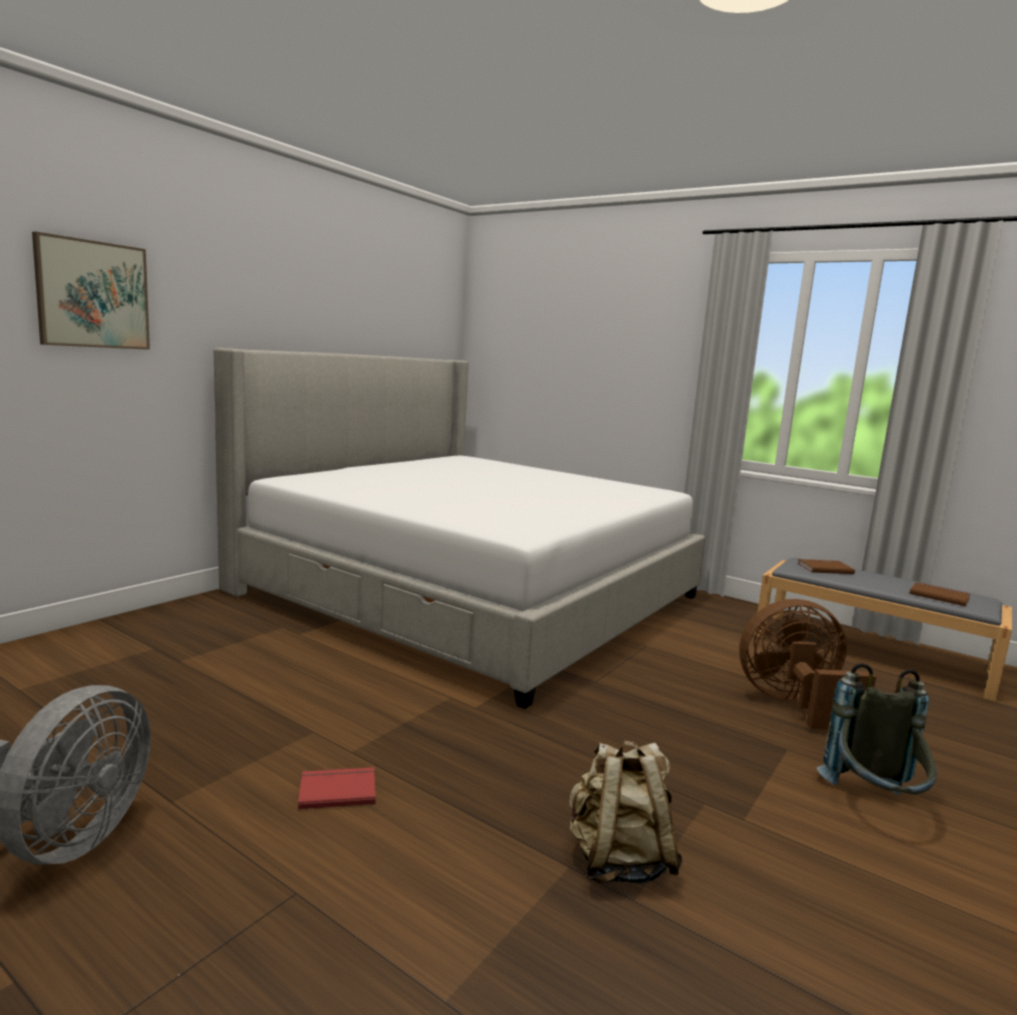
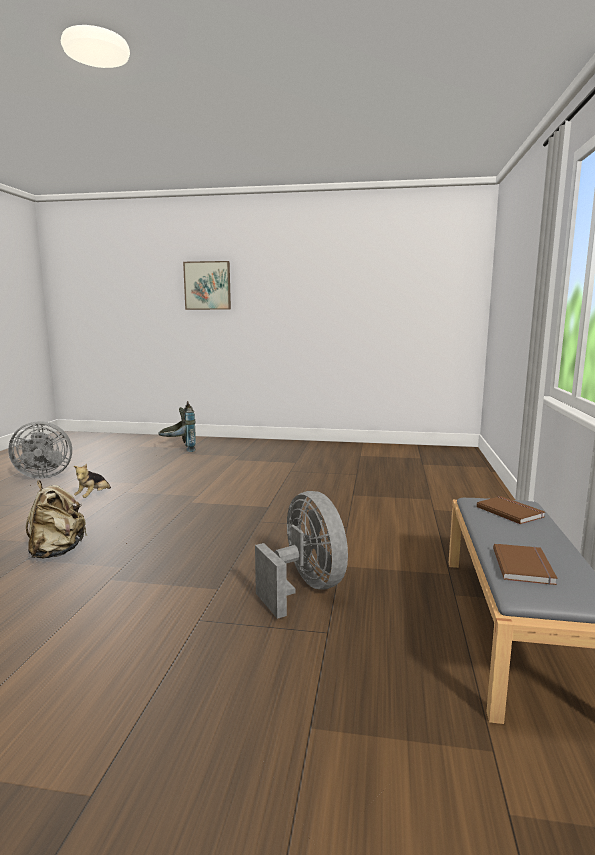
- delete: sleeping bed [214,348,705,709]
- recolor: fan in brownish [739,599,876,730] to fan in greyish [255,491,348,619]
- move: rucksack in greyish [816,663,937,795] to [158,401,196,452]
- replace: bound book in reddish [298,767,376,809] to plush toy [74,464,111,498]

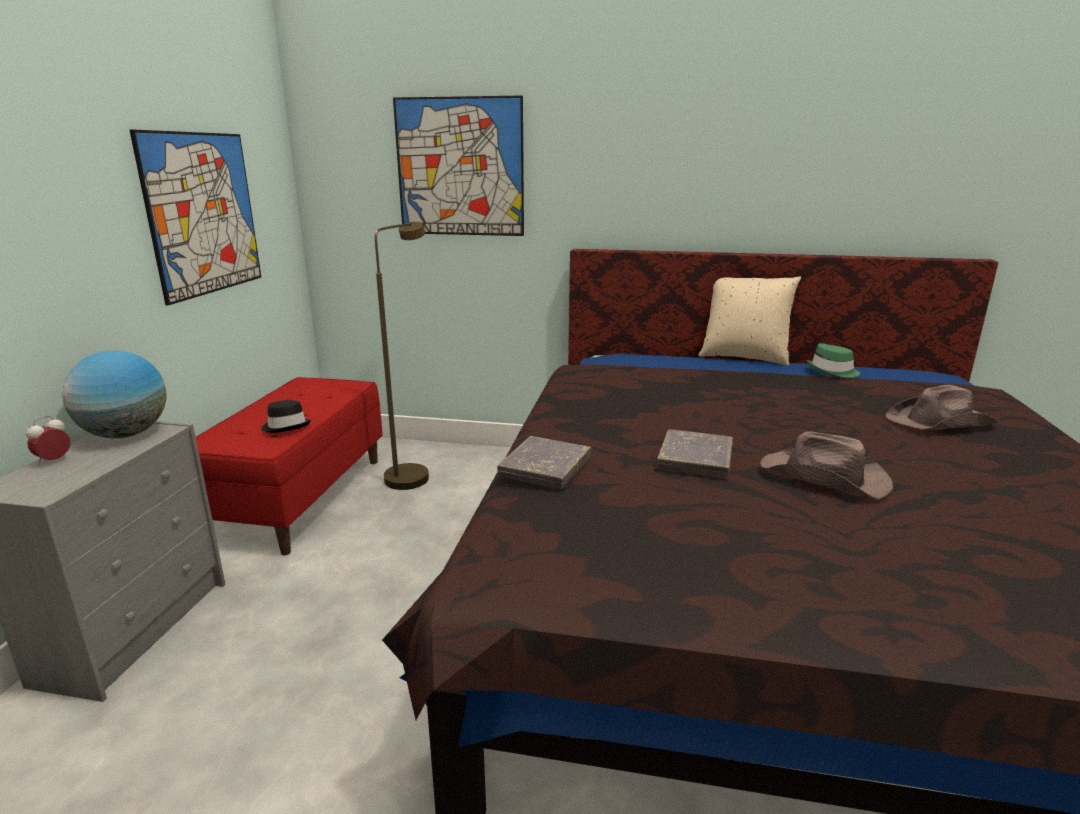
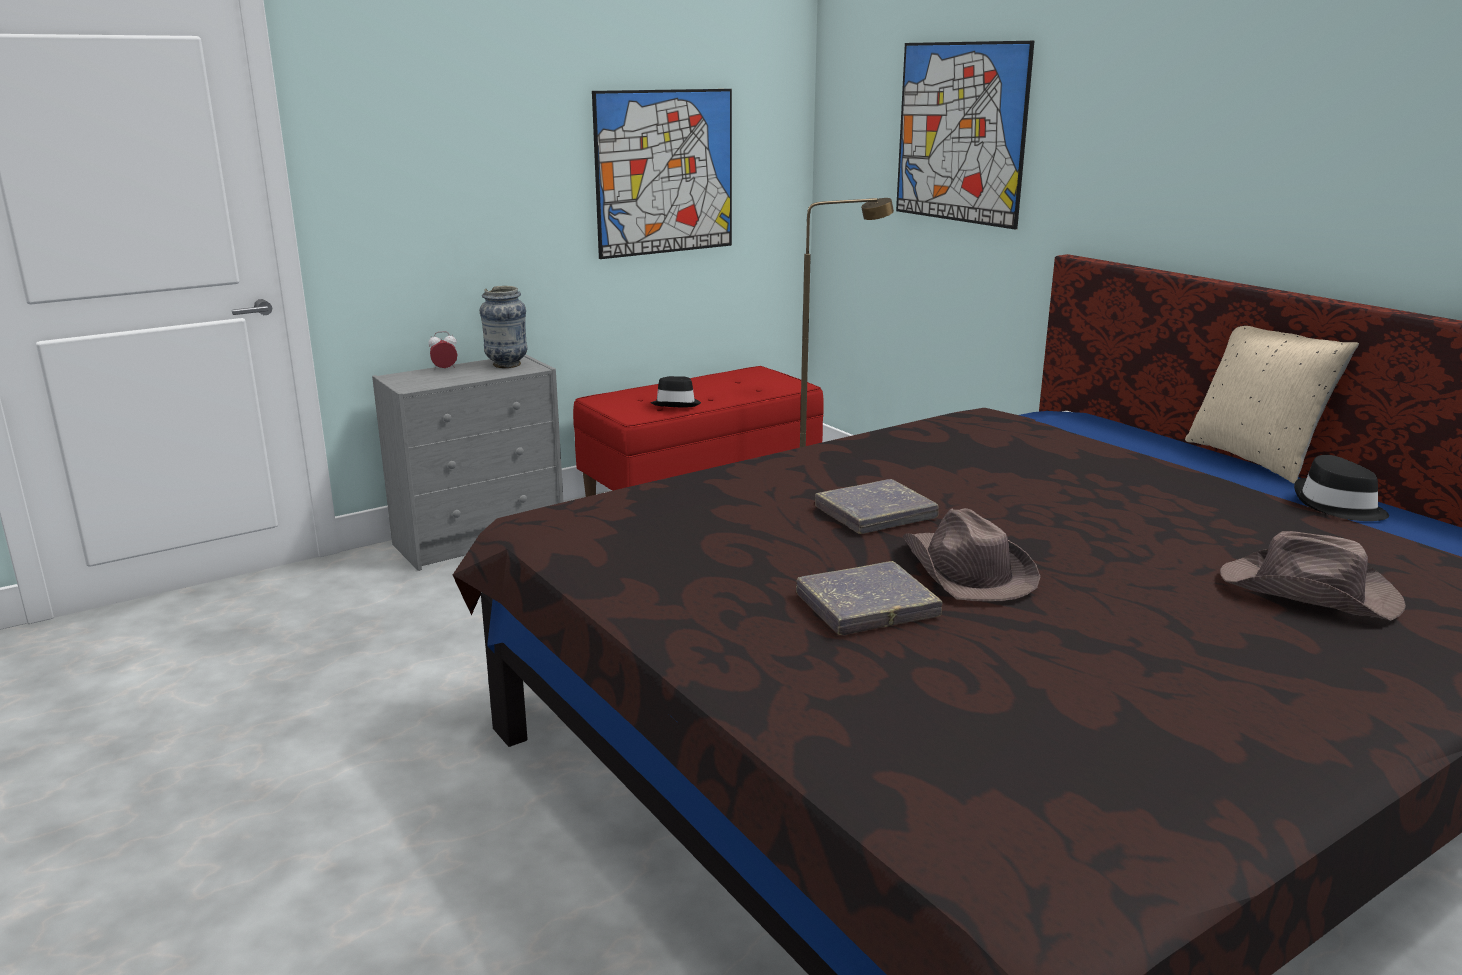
- recolor: wearable hat in greenish [807,343,860,377] to wearable hat in black [1294,455,1389,521]
- replace: world globe [62,351,167,438] to vase [479,286,527,368]
- move: bound book in greyish [497,436,591,489] to [796,561,942,635]

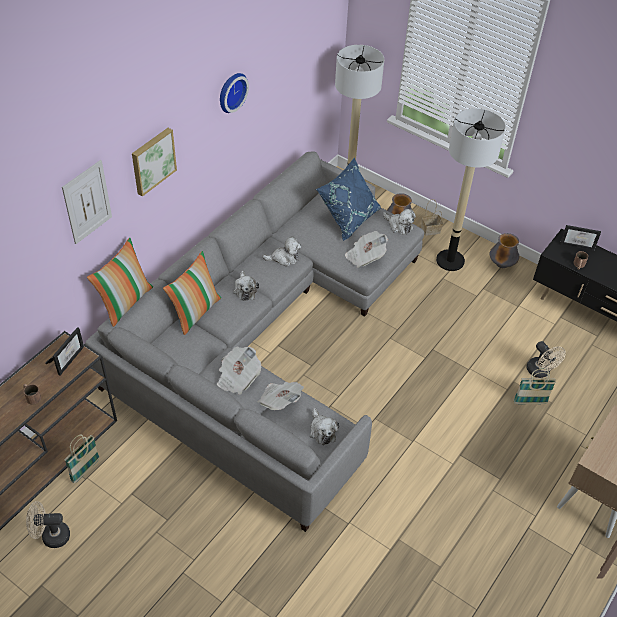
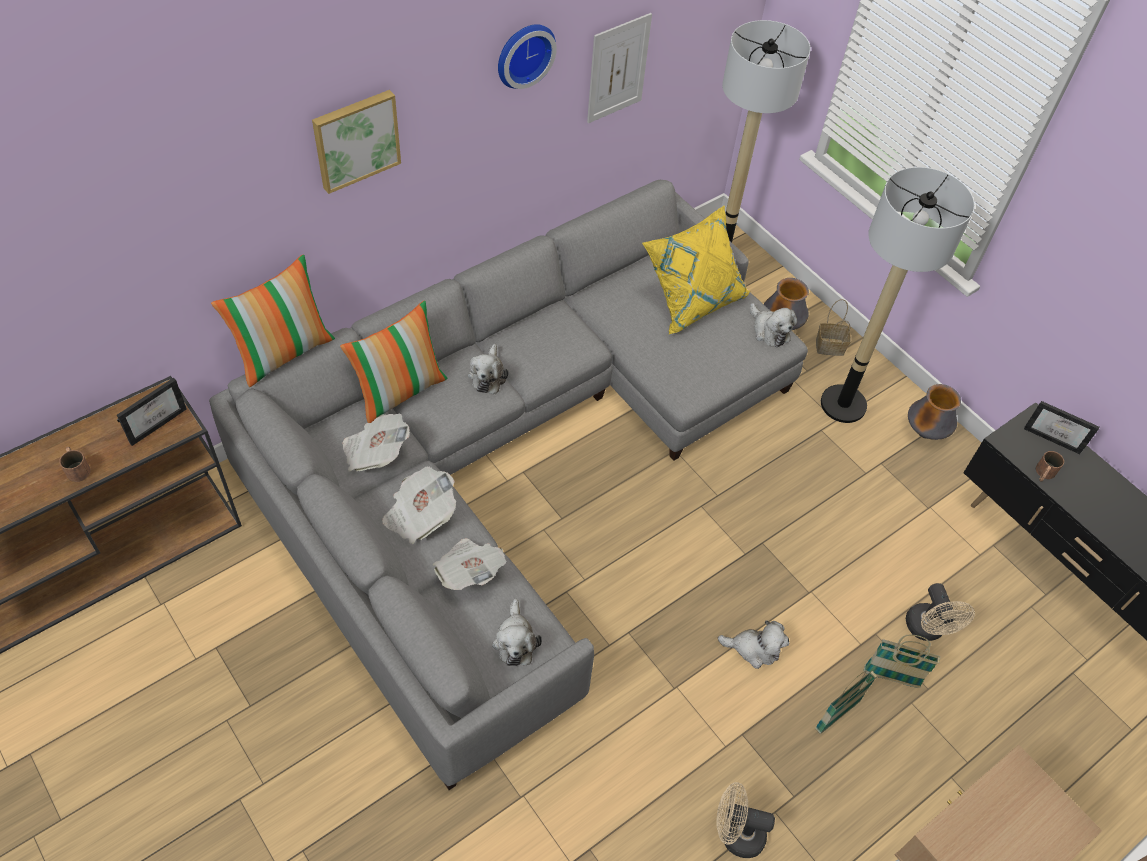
- recolor: pillow in blue [316,158,381,241] to pillow in yellow [642,205,750,334]
- move: wall picture [62,160,112,244] to [587,13,652,123]
- move: newspaper [345,231,388,268] to [342,414,410,471]
- move: plush toy [262,237,301,267] to [718,621,789,669]
- move: basket [65,435,100,483] to [815,671,877,734]
- move: fan in sand-coloured [26,501,70,548] to [717,782,775,858]

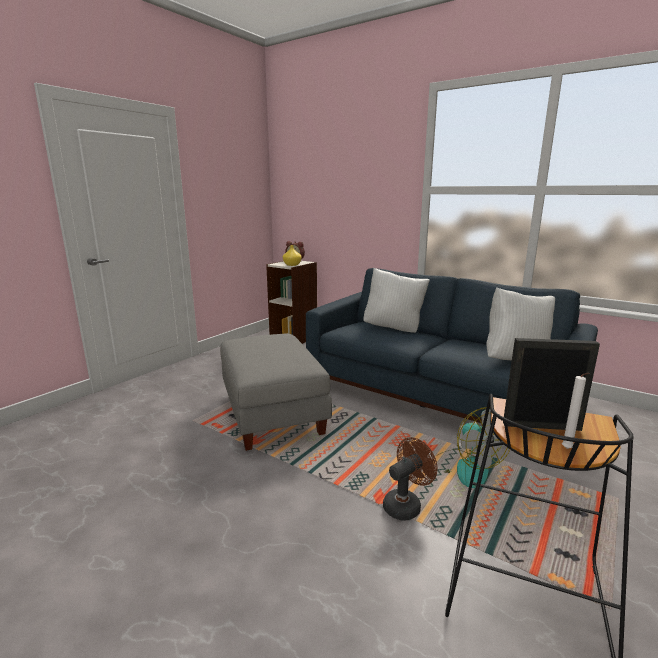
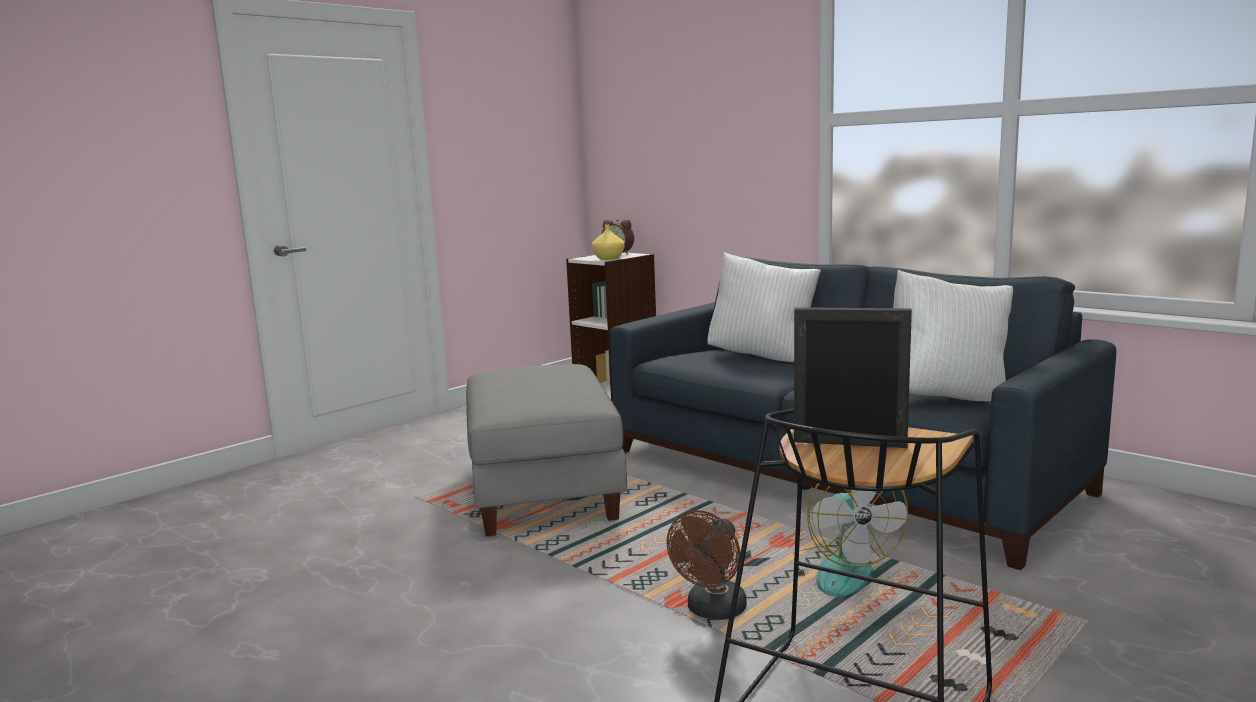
- delete: candle in white [562,373,590,449]
- rotate: fan in brownish [383,437,437,521] = [666,510,747,620] 150 degrees clockwise

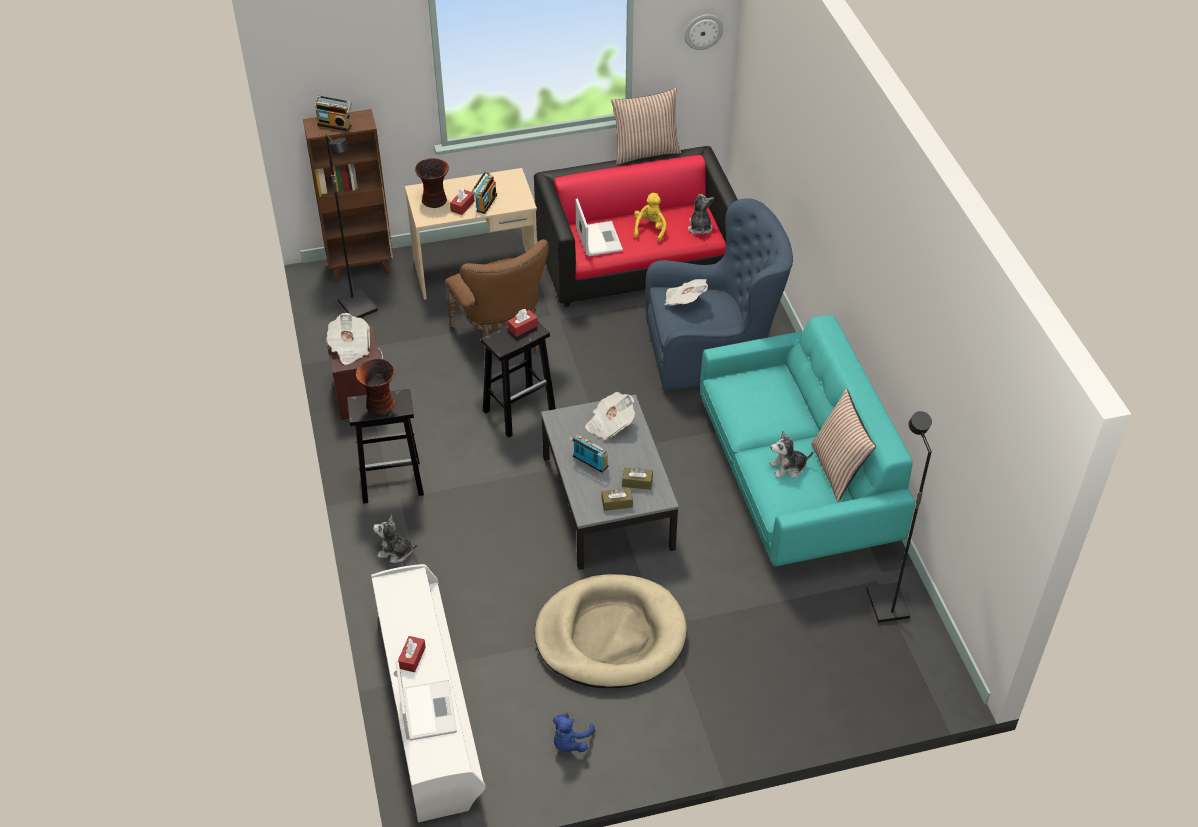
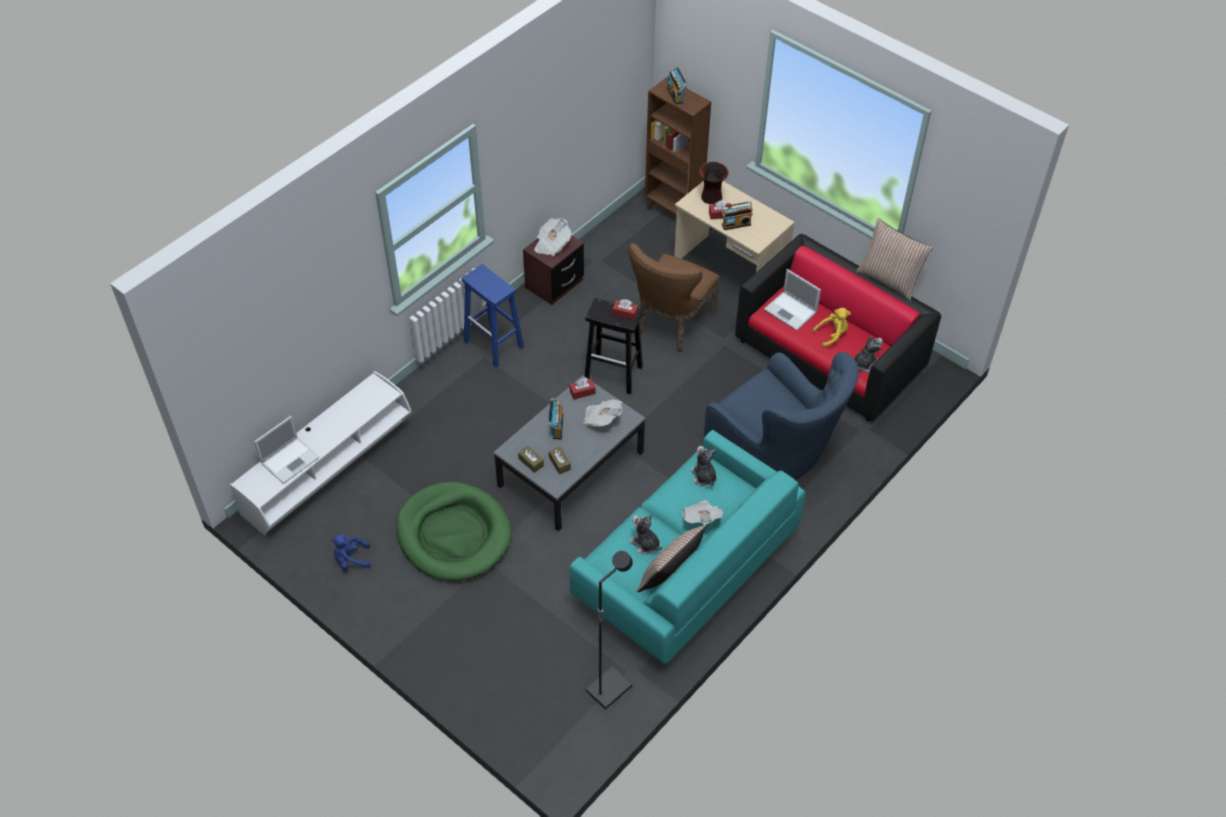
- delete: wall clock [684,15,723,50]
- delete: floor lamp in black [325,134,378,318]
- rotate: notebook computer [576,198,623,256] = [764,269,821,330] 90 degrees clockwise
- move: newspaper [665,279,708,305] to [682,500,723,524]
- delete: vase [356,359,395,415]
- recolor: sitting stool in black [347,389,424,504] to sitting stool in blue [461,264,524,367]
- move: plush toy [373,515,418,563] to [690,446,717,487]
- recolor: pet bed in sand-coloured [535,574,687,688] to pet bed in greenish [396,482,512,581]
- move: box of tissues in reddish [398,636,426,672] to [570,378,596,400]

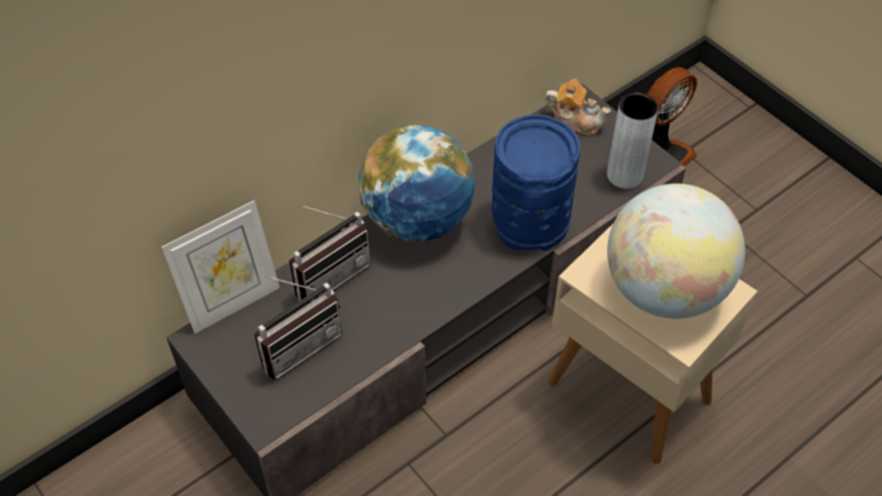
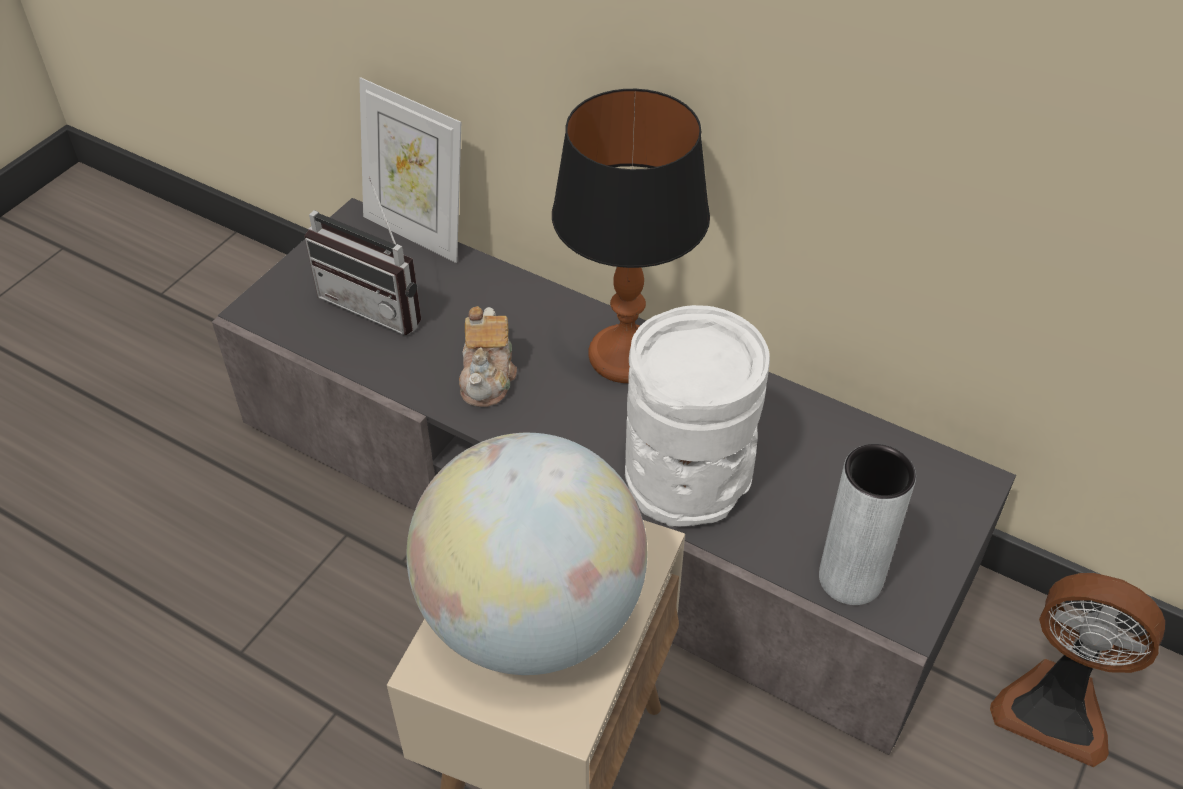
- move: pot for tea [545,79,611,135] to [459,306,517,407]
- recolor: vase in blue [492,115,580,251] to vase in white [625,305,770,527]
- replace: world globe [358,125,475,242] to lamp for a table [552,89,710,383]
- delete: radio set [289,204,370,301]

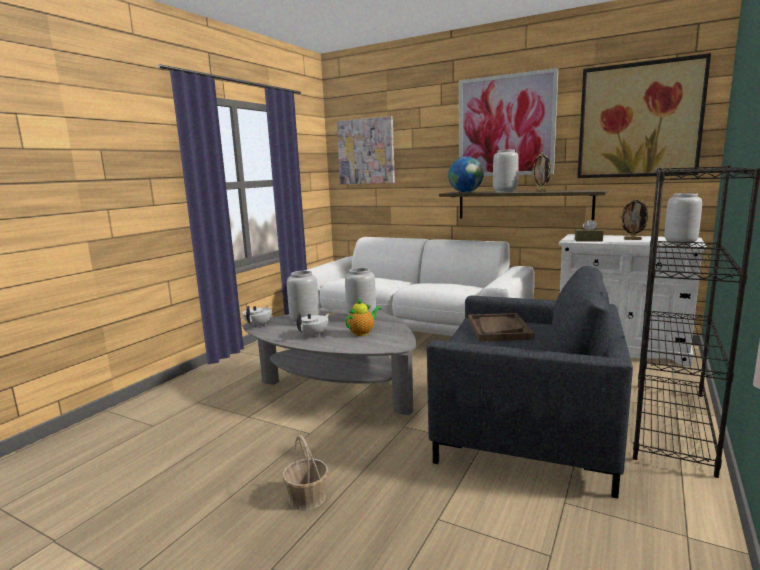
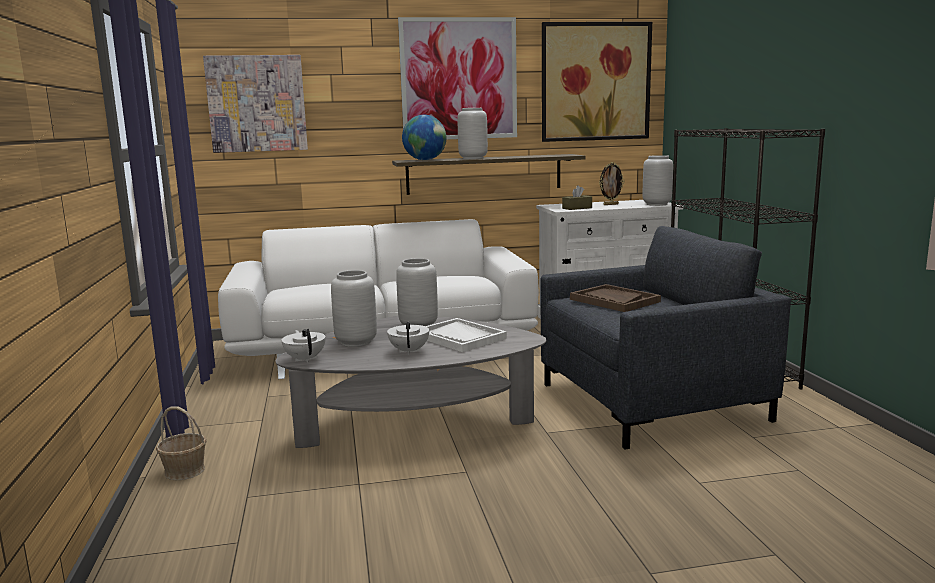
- delete: picture frame [532,153,551,191]
- replace: pot for tea [346,298,381,336] to carrying tray in white [426,318,507,352]
- move: basket [282,435,329,511] to [156,407,207,481]

